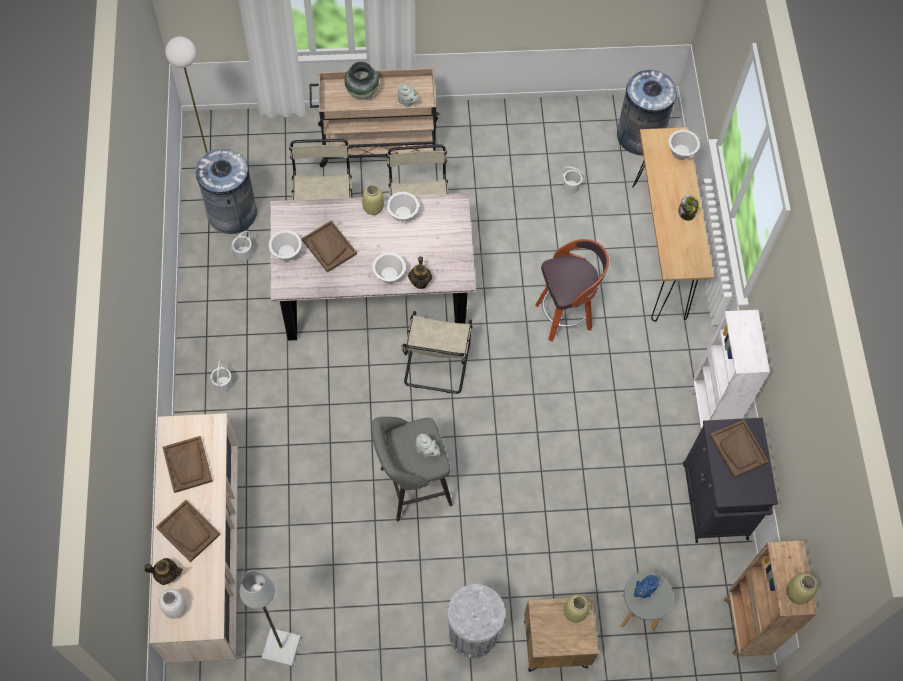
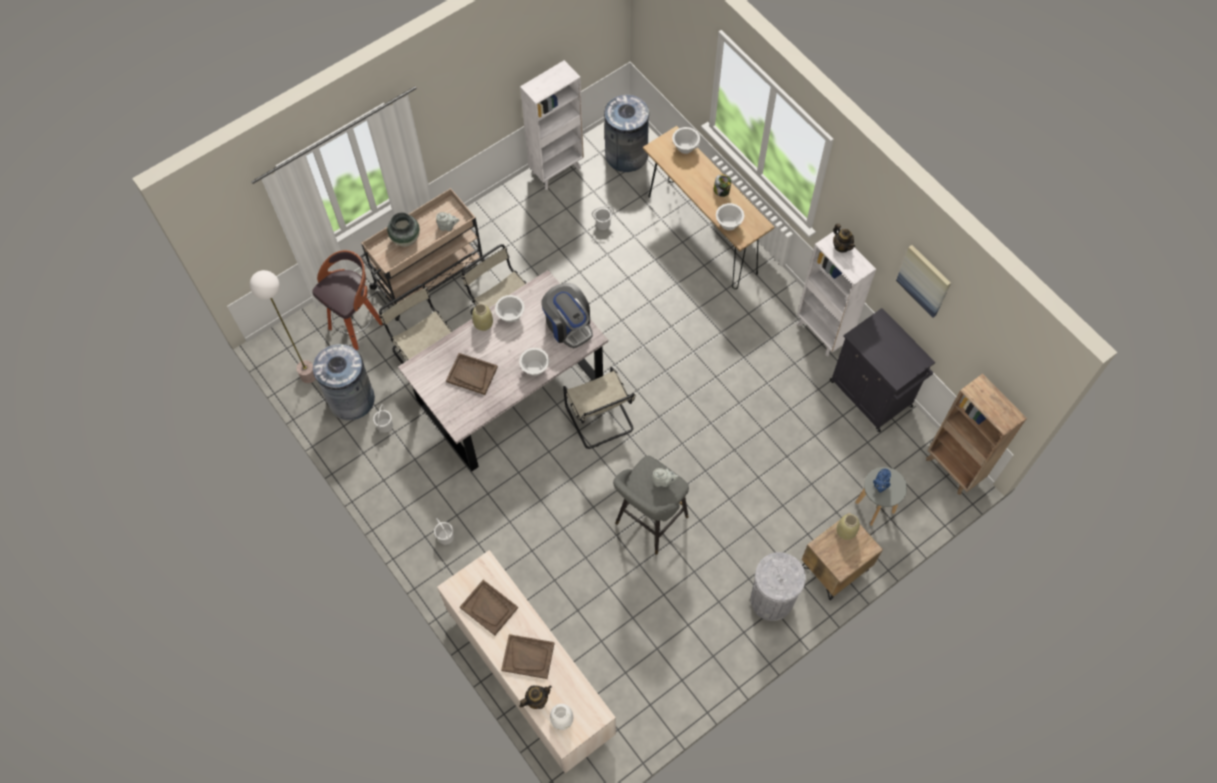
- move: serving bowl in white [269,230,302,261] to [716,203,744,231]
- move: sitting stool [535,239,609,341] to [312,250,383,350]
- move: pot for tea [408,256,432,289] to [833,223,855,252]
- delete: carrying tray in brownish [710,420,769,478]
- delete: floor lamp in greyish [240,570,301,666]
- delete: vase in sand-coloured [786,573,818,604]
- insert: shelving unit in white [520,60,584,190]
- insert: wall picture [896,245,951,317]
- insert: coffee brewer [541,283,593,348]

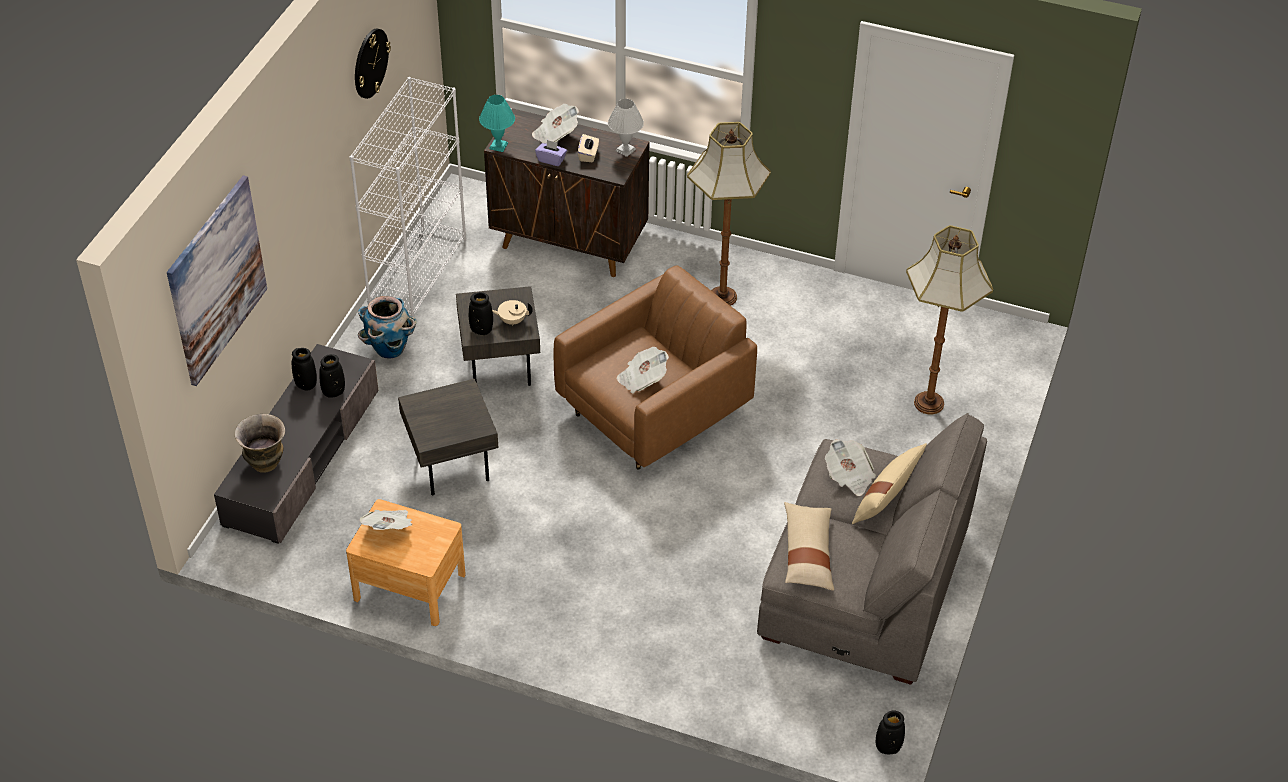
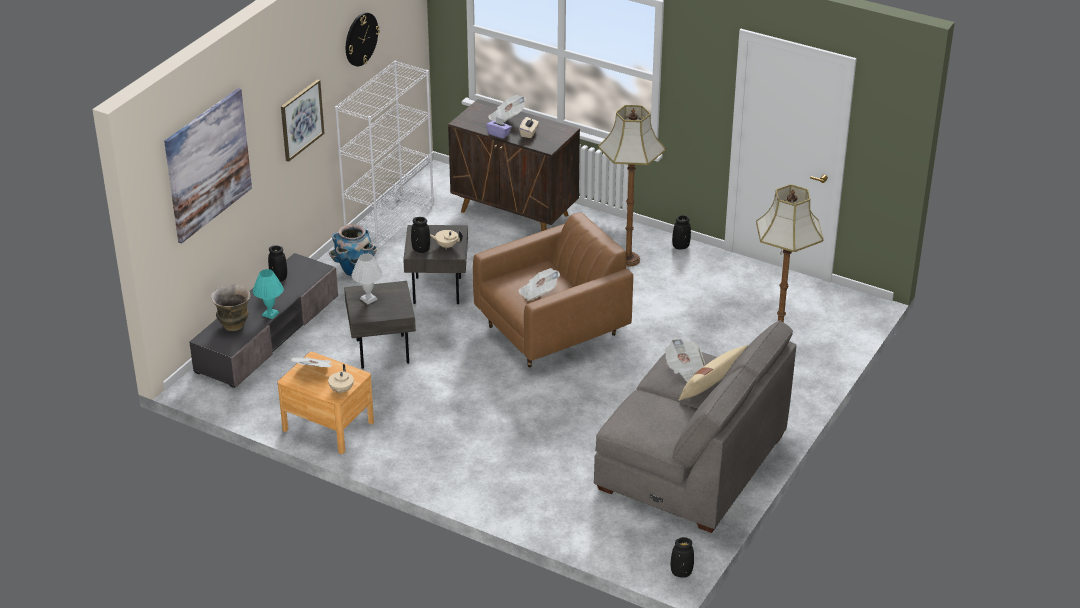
- move: lamp for a table in blue-green [479,95,515,152] to [253,269,284,319]
- move: lamp for a table in white [608,99,644,157] to [352,254,383,304]
- move: vase in black [319,354,345,398] to [672,215,691,250]
- delete: pillow in sand-coloured [784,502,834,591]
- insert: wall picture [281,79,325,162]
- insert: pot for tea in sand-coloured [328,364,354,395]

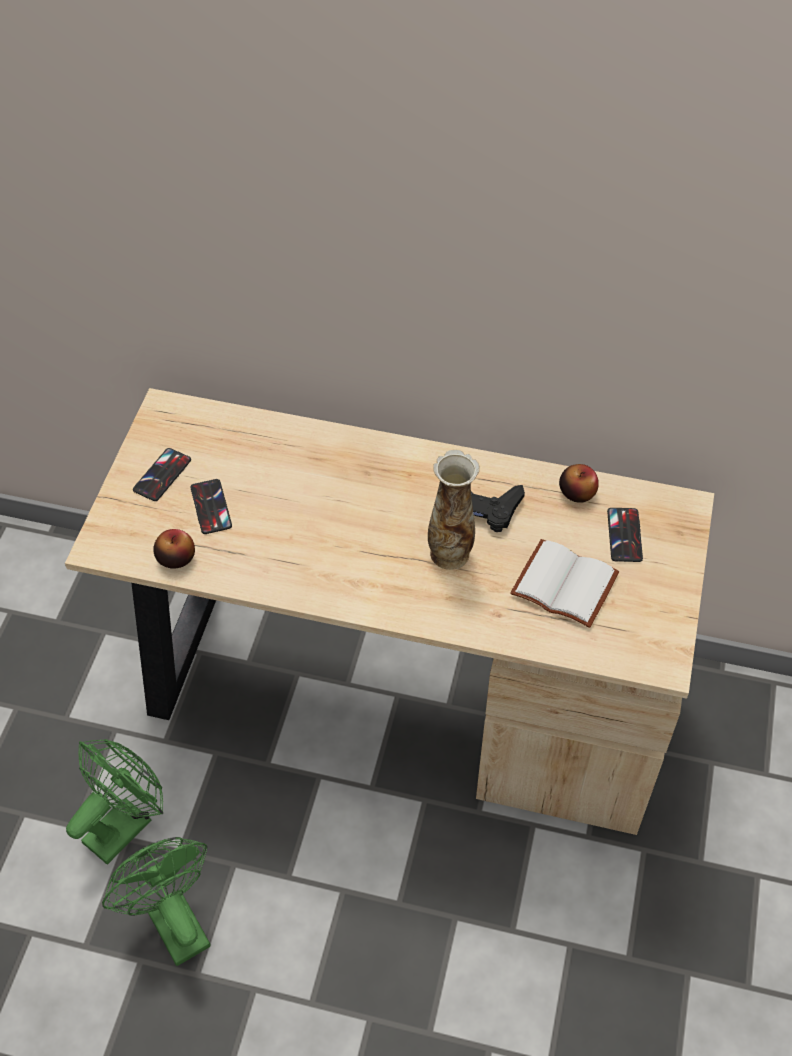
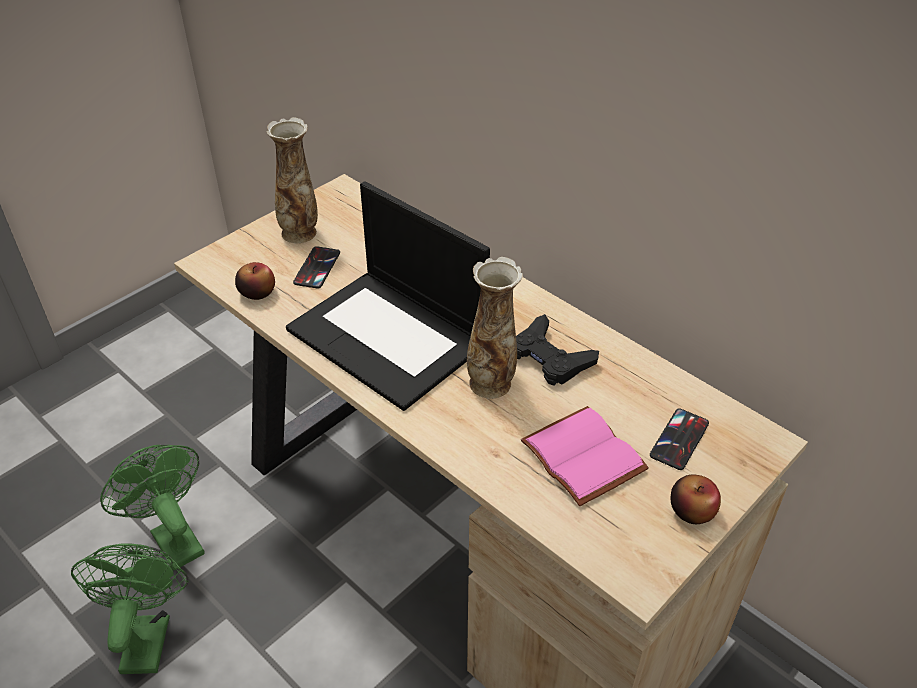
- replace: telephone [133,448,191,501] to vase [266,117,318,243]
- move: whole apple [559,464,599,503] to [671,474,721,524]
- recolor: bound book in white [510,539,619,628] to bound book in pinkish [521,406,649,506]
- rotate: fan in greenish [66,739,163,864] = [100,444,205,571] 105 degrees counterclockwise
- insert: notebook computer [286,182,490,411]

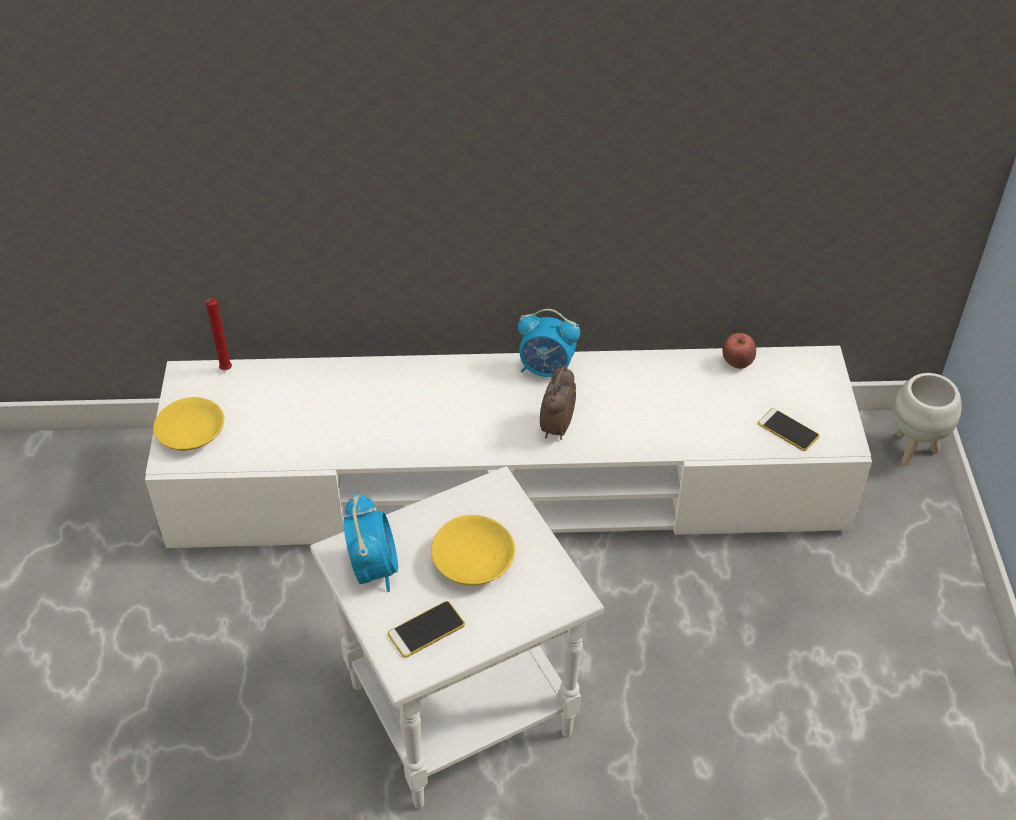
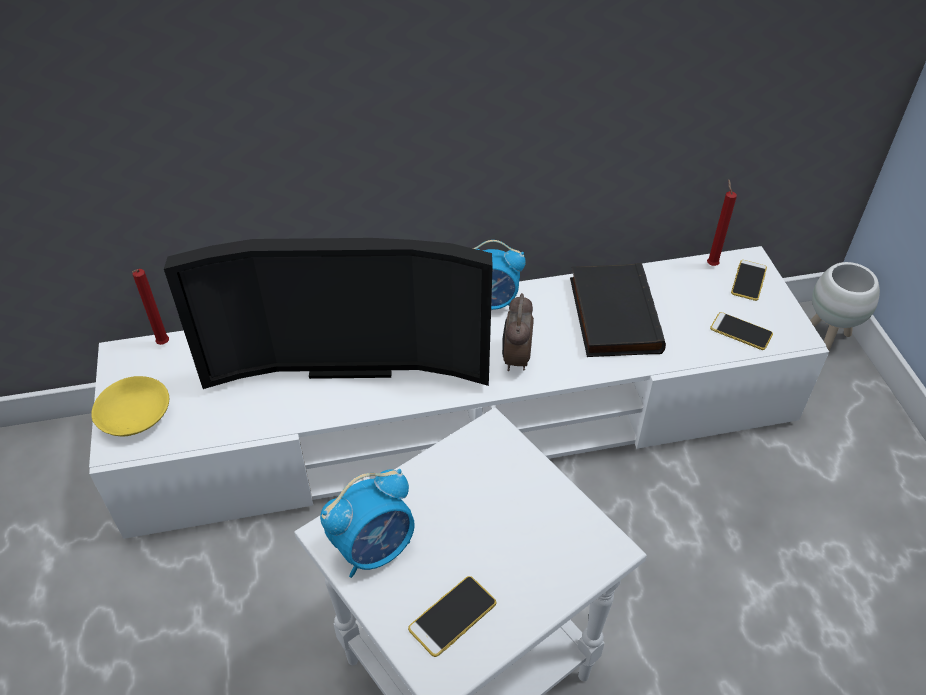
- delete: whole apple [722,333,756,369]
- rotate: bedside clock [344,493,398,592] = [320,469,415,578] 75 degrees clockwise
- delete: serving bowl in yellow [431,515,515,585]
- insert: candle in reddish [707,179,737,266]
- insert: TV set [164,238,493,389]
- insert: telephone [731,260,767,301]
- insert: bound book in black [570,263,666,357]

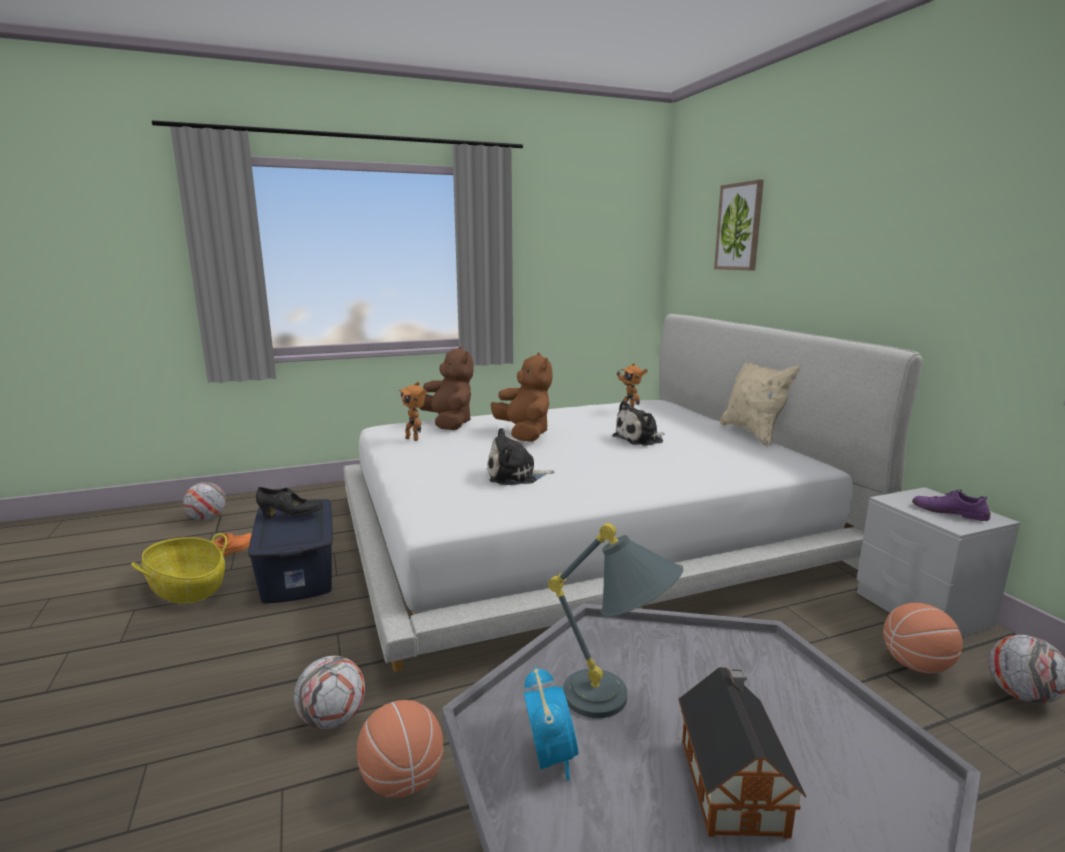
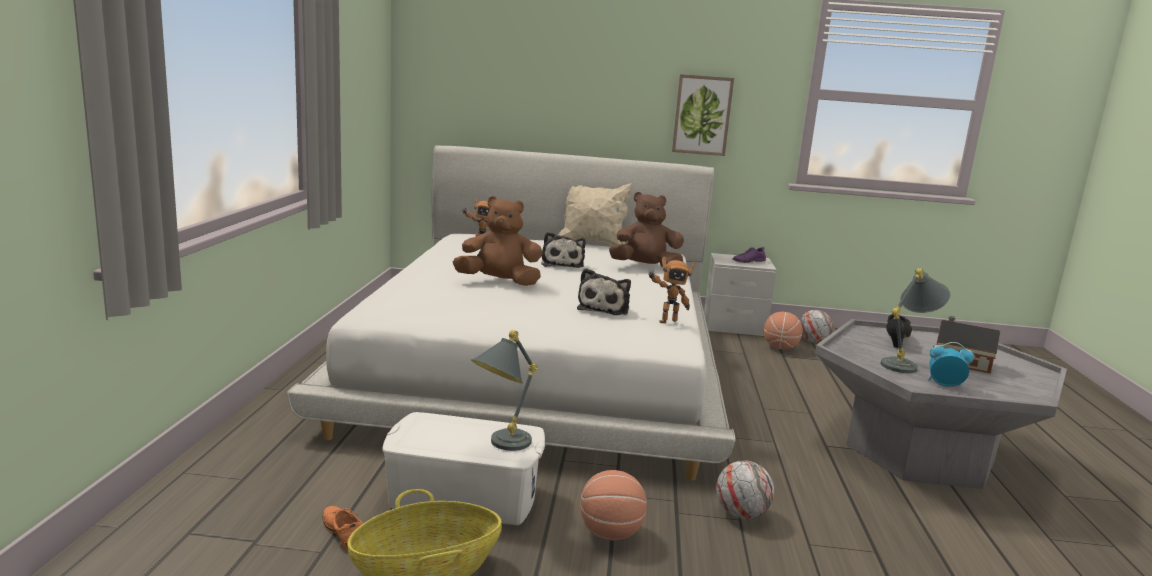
- move: wall picture [714,179,764,271] to [672,74,734,156]
- move: plush toy in brownish [420,346,474,430] to [609,192,684,267]
- move: model robot [399,382,427,441] to [648,257,695,323]
- delete: ball for football [183,482,226,521]
- move: shoe in black [256,487,323,518] to [886,314,912,348]
- recolor: storage container in blue [248,499,333,603] to storage container in white [382,412,545,525]
- move: basketball [357,700,443,798] to [580,470,647,540]
- insert: lamp for a table in greyish [471,330,538,451]

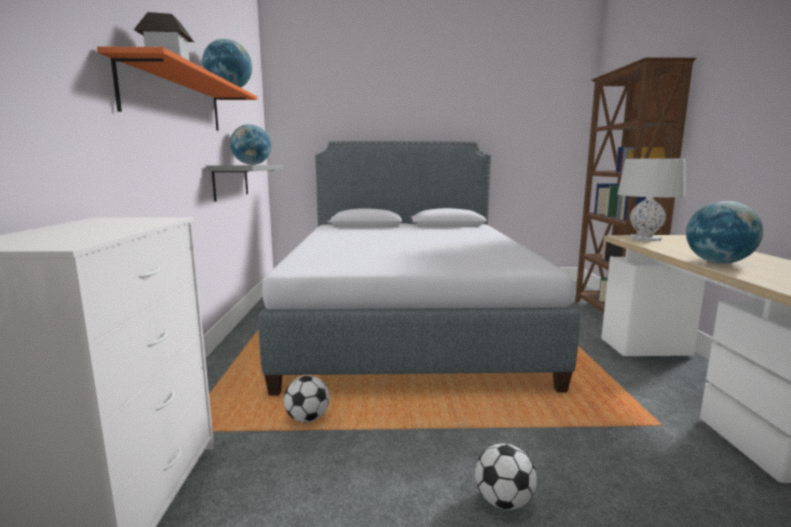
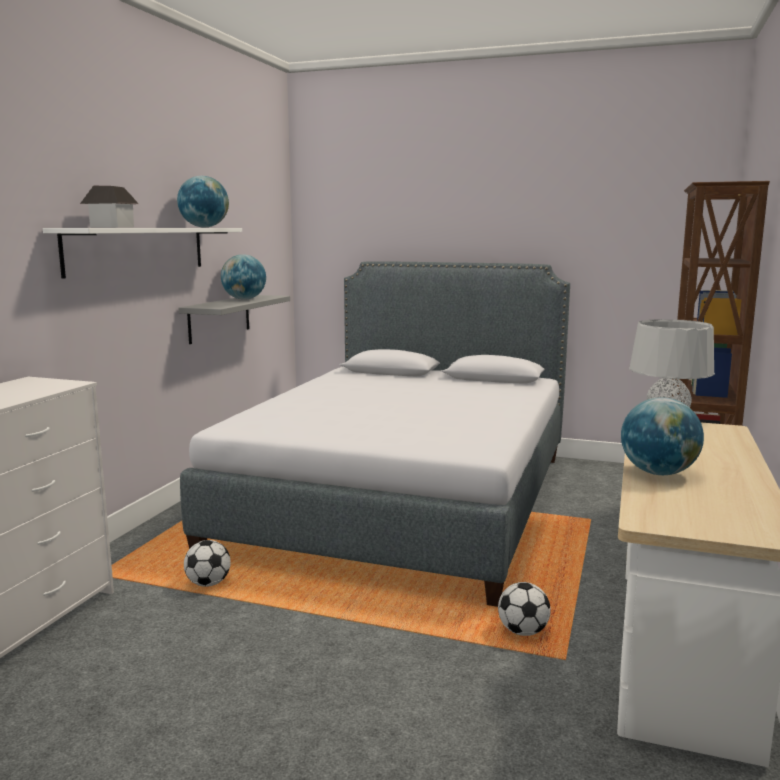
- recolor: bracket shelf in orange [97,47,257,131] to bracket shelf in white [43,228,242,279]
- move: ball for football [475,444,537,510] to [498,582,551,636]

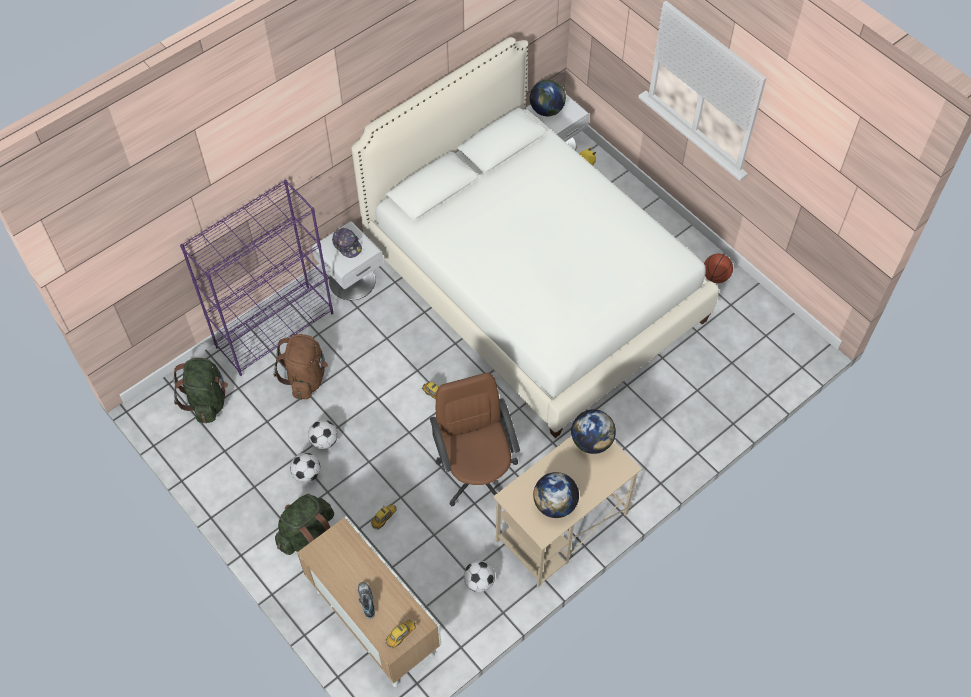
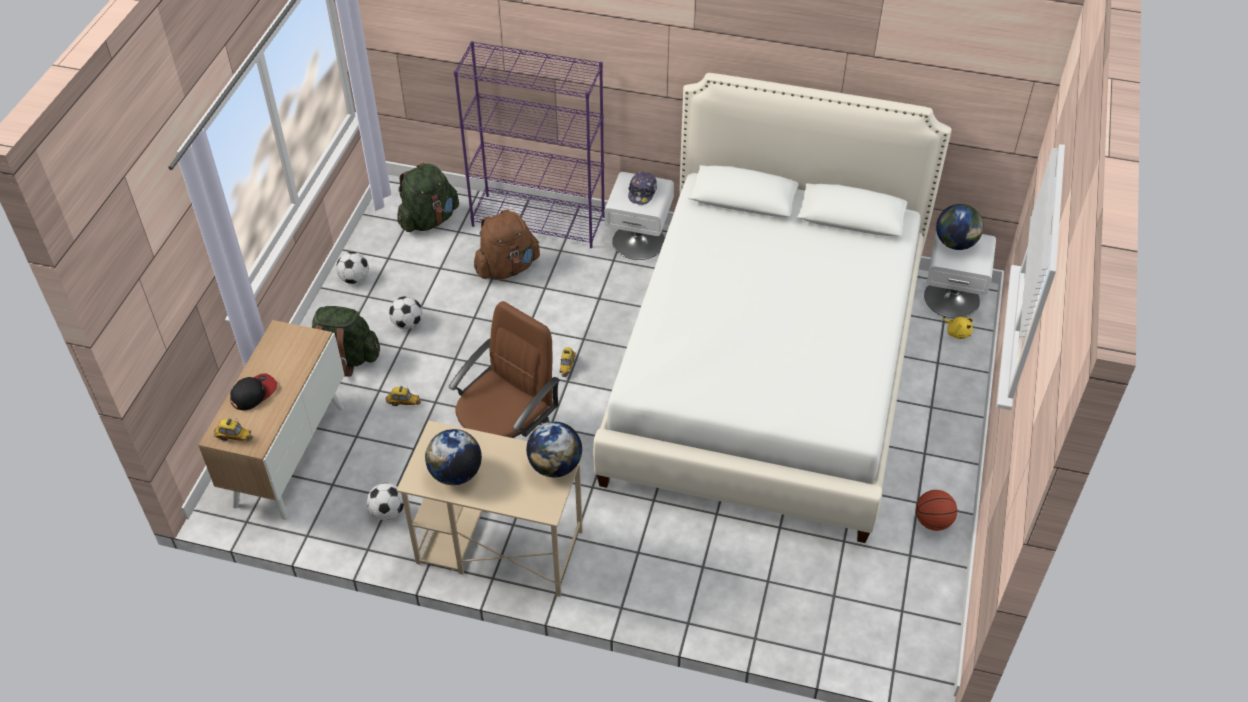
- move: ball for football [308,420,338,449] to [336,252,369,284]
- replace: shoe [358,582,375,619] to peaked cap [230,373,277,411]

